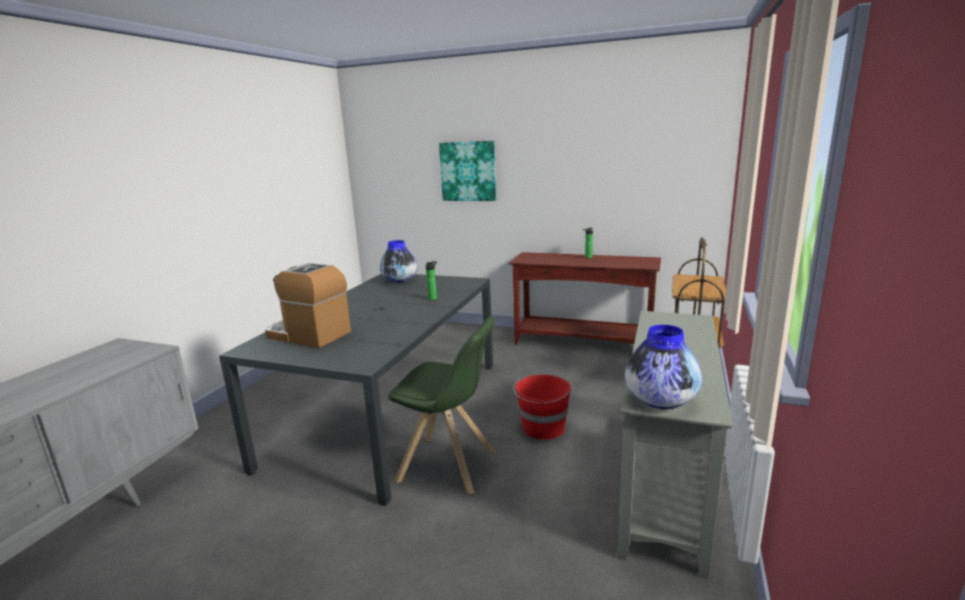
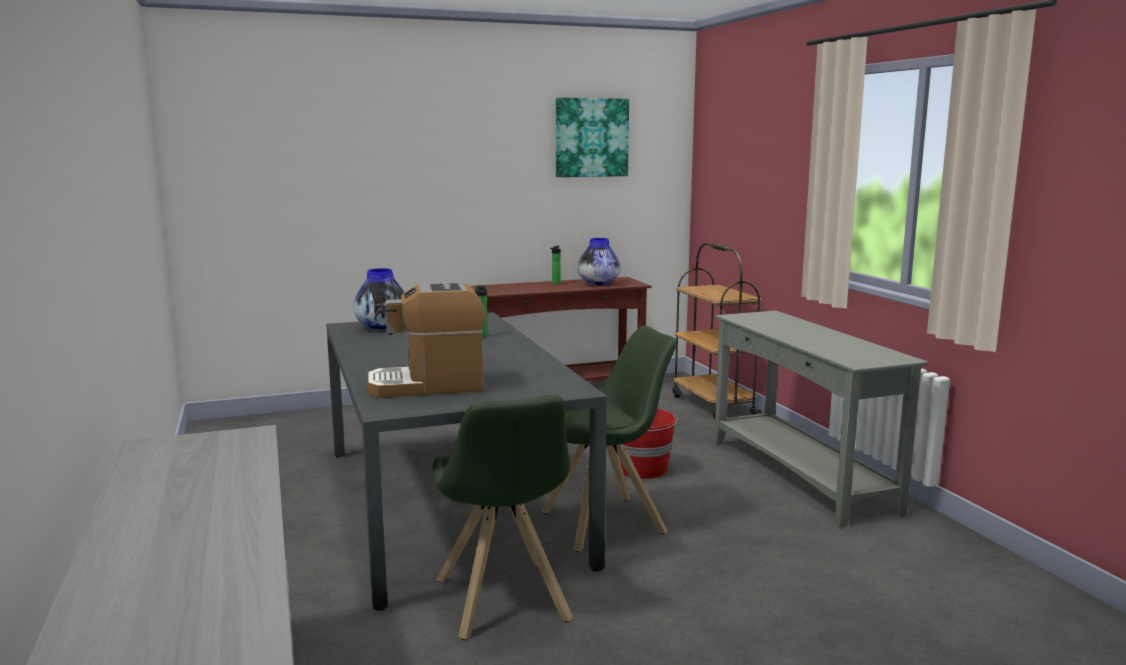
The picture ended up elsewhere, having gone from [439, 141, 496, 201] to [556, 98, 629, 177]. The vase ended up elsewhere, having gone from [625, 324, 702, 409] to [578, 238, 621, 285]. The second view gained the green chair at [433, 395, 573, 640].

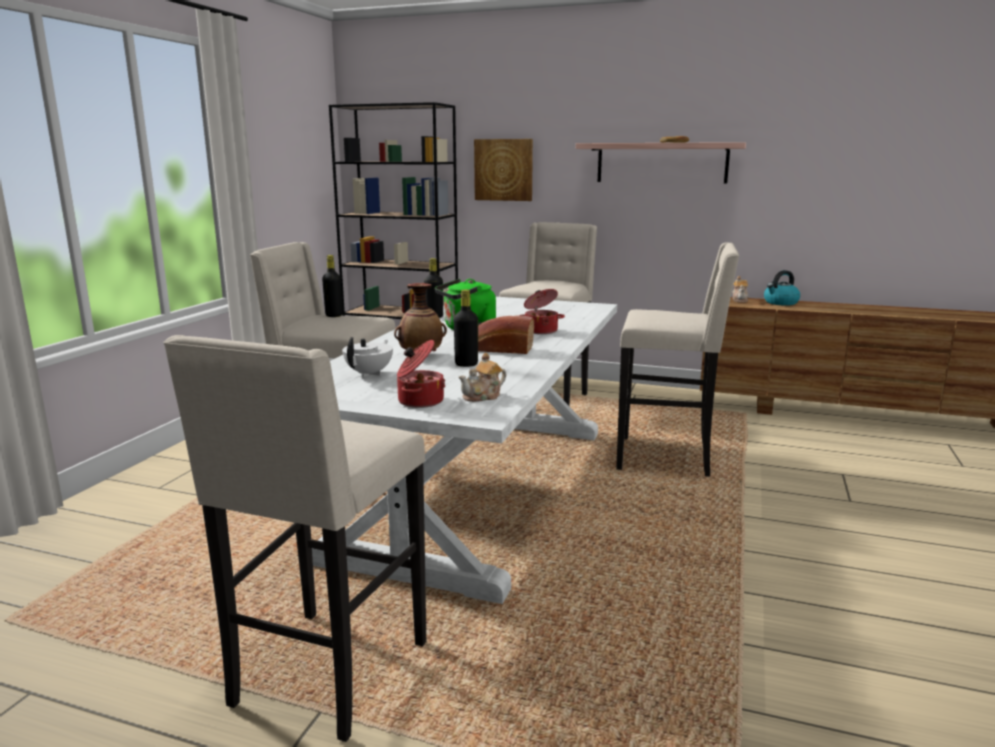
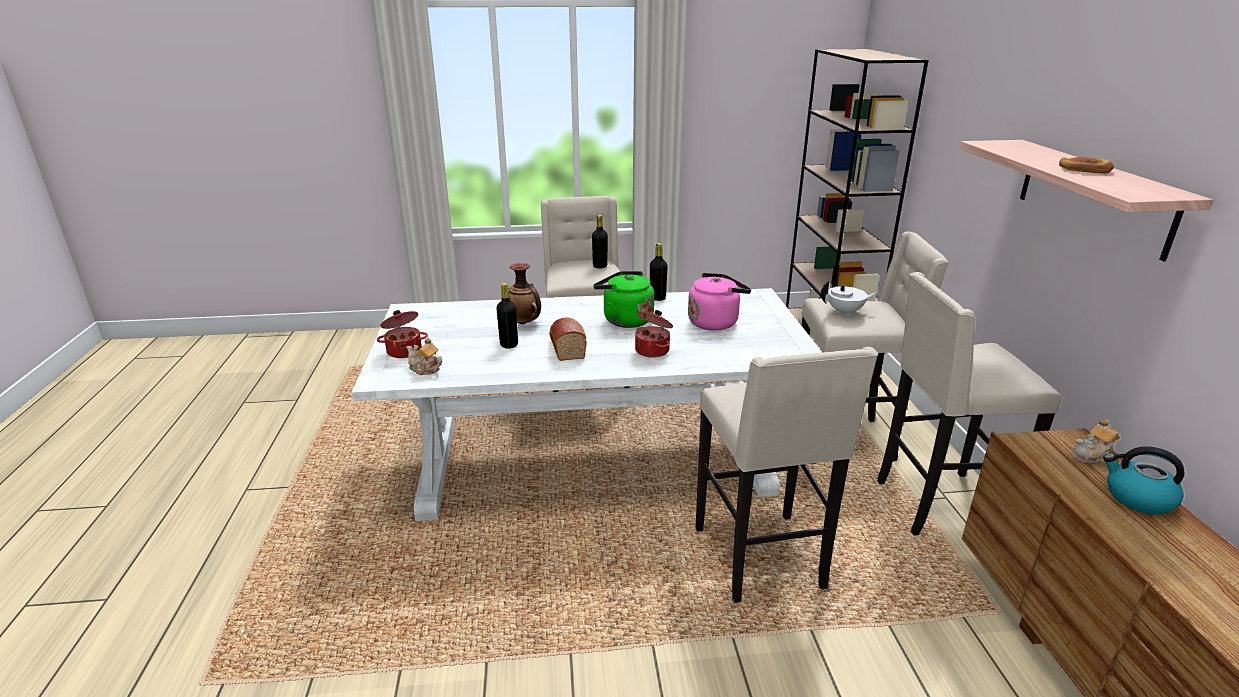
The second view lost the picture at [474, 139, 533, 201]. The beige stool ended up elsewhere, having gone from [163, 335, 426, 742] to [877, 272, 1061, 536]. The white teapot ended up elsewhere, having gone from [342, 337, 393, 377] to [821, 281, 877, 317]. The second view gained the pink kettle at [688, 273, 751, 331].

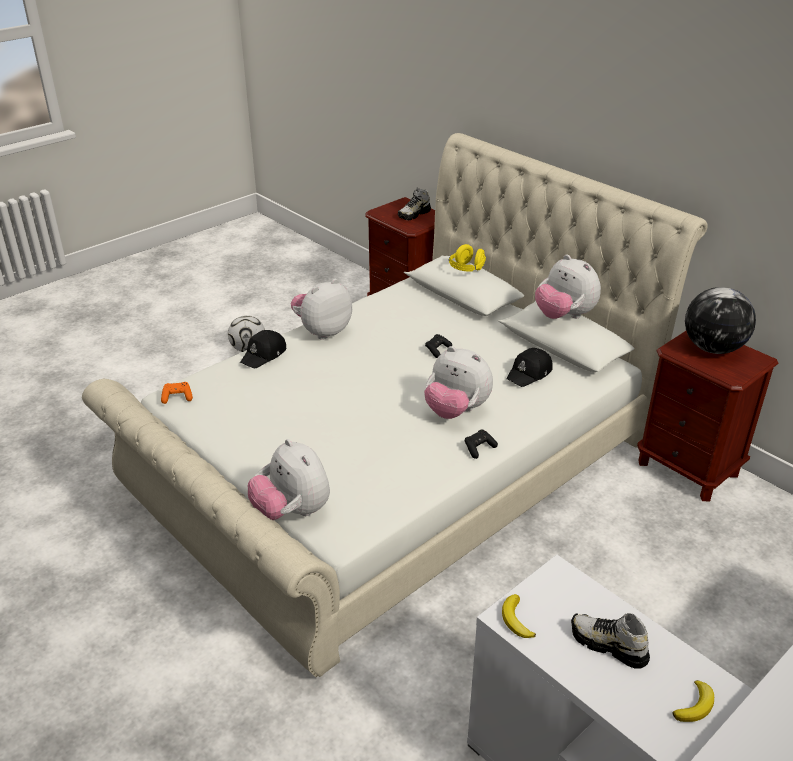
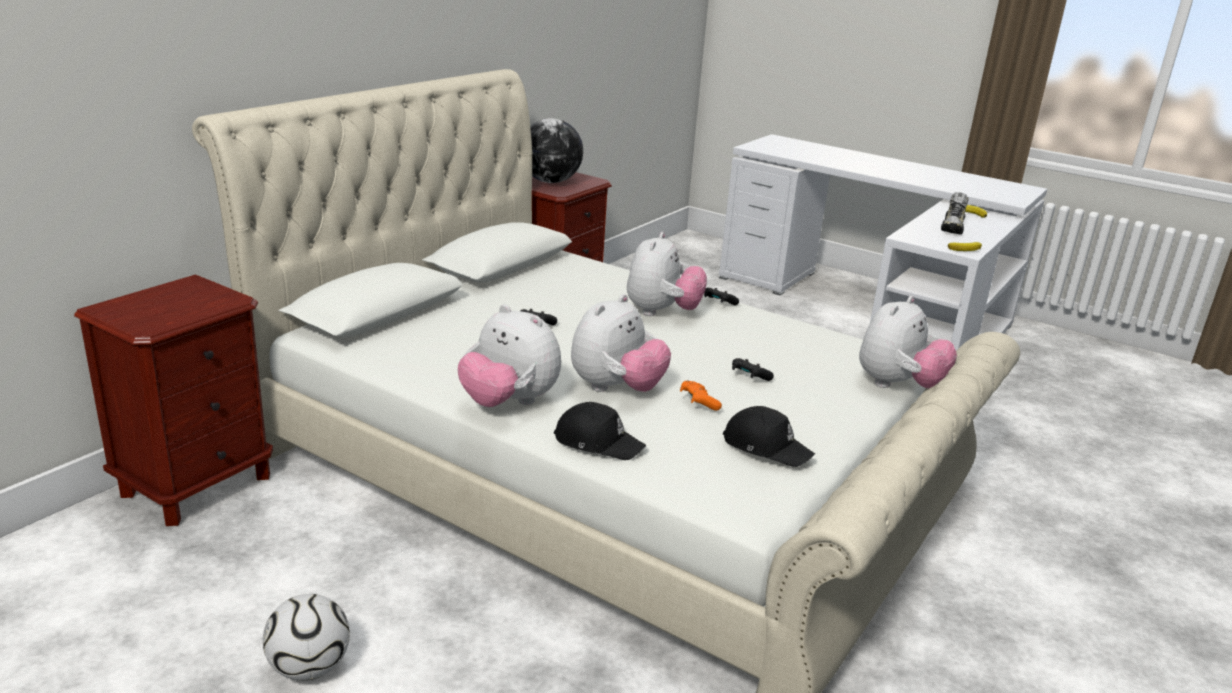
The second view lost the shoe at [398, 188, 431, 220]. The second view lost the yellow headphones at [449, 244, 486, 271]. The plush toy ended up elsewhere, having gone from [535, 254, 601, 319] to [571, 294, 671, 392]. The black cap ended up elsewhere, having gone from [506, 348, 553, 387] to [723, 406, 815, 467]. The orange game controller ended up elsewhere, having gone from [161, 382, 193, 404] to [680, 380, 722, 411]. The second view gained the black game controller at [732, 358, 774, 381].

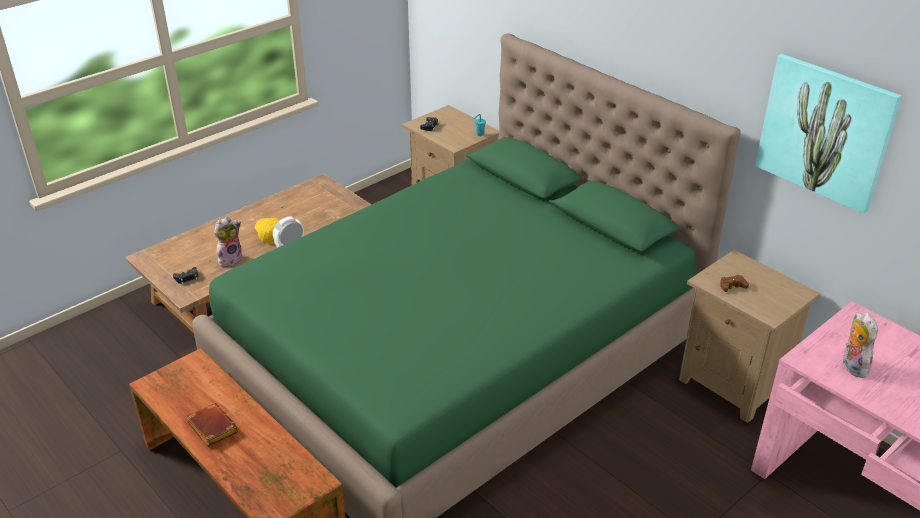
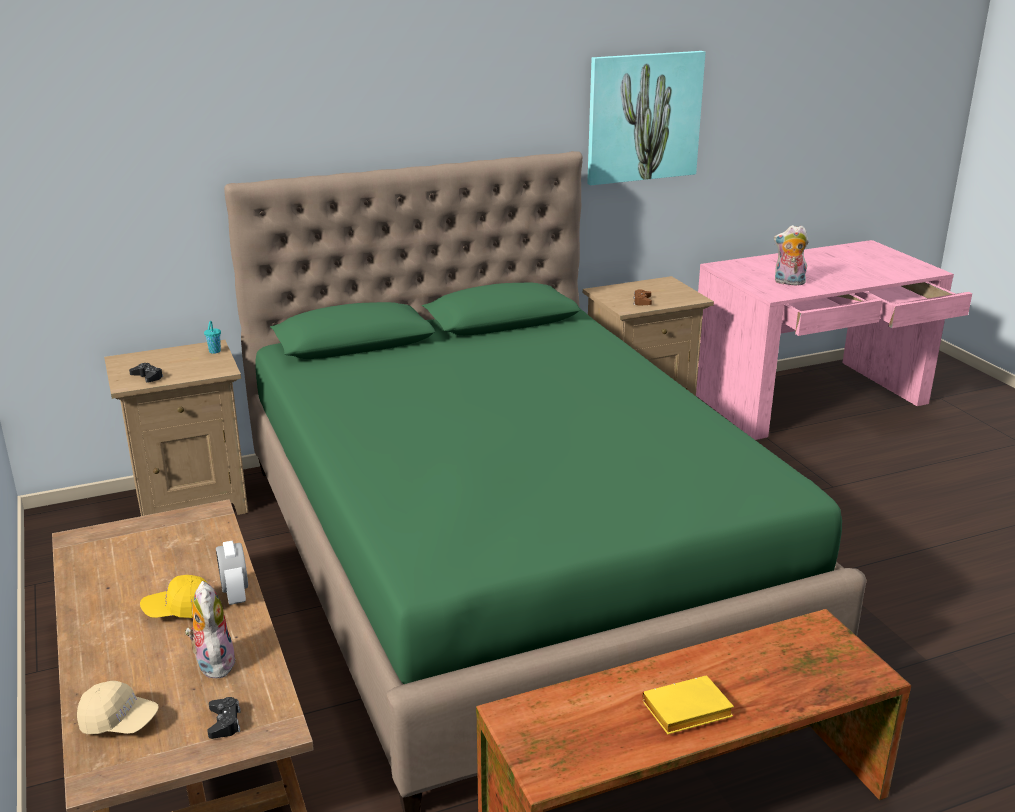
What was the brown book at [186, 403, 238, 447] turned into the yellow book at [642, 676, 734, 734]. The second view gained the beige cap at [77, 681, 159, 735].

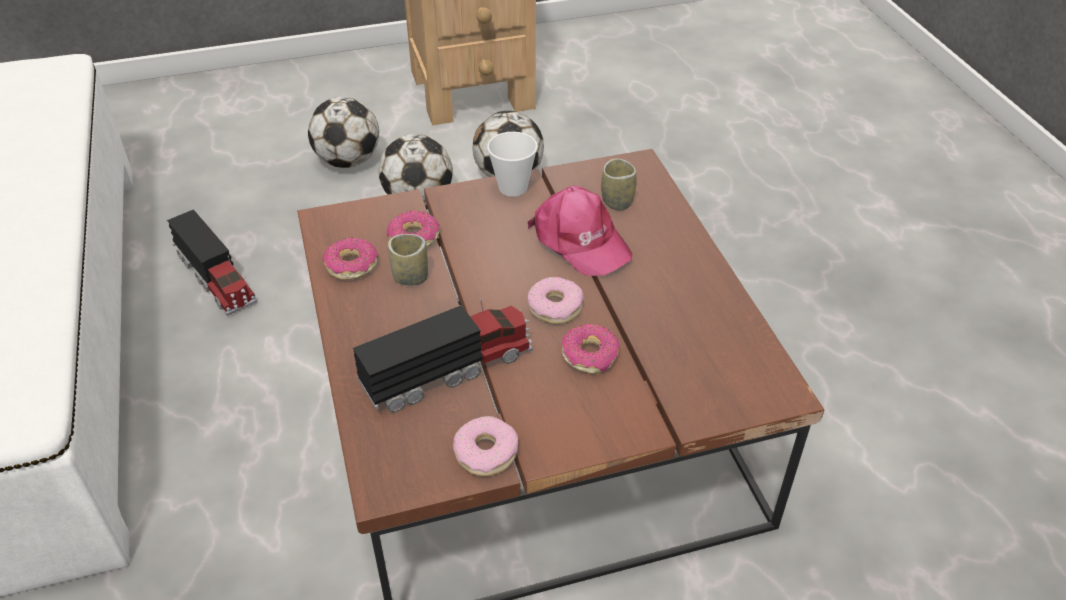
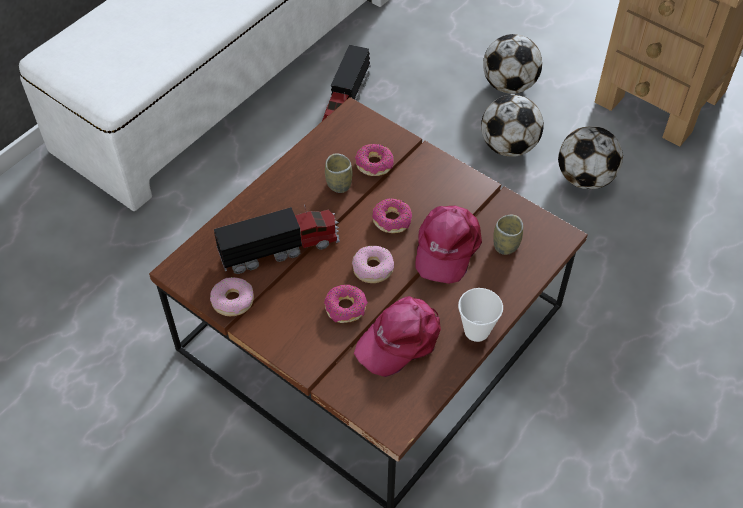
The cup ended up elsewhere, having gone from [487, 132, 538, 197] to [458, 288, 503, 342]. The donut ended up elsewhere, having gone from [322, 237, 378, 280] to [372, 199, 412, 233]. The toy truck at [353, 299, 533, 413] ended up facing another way, 45 degrees counterclockwise from before. The second view gained the pink cap at [354, 296, 441, 377].

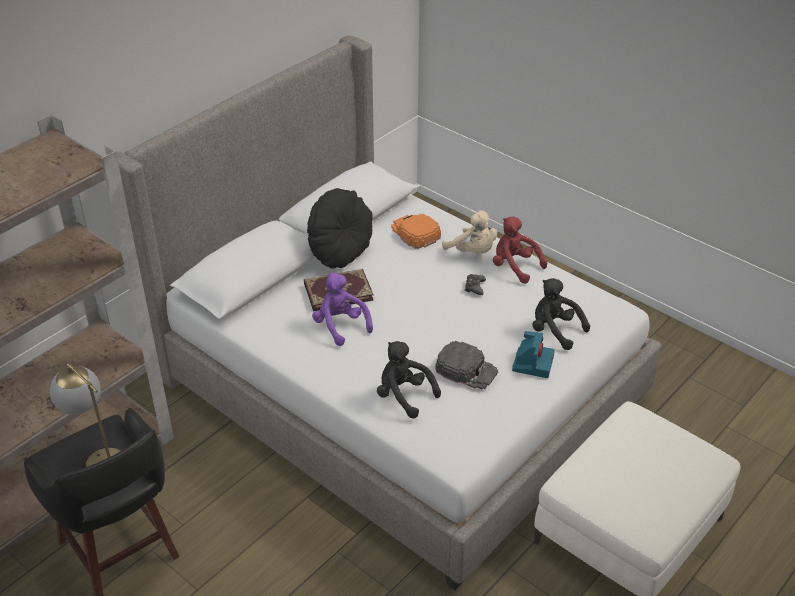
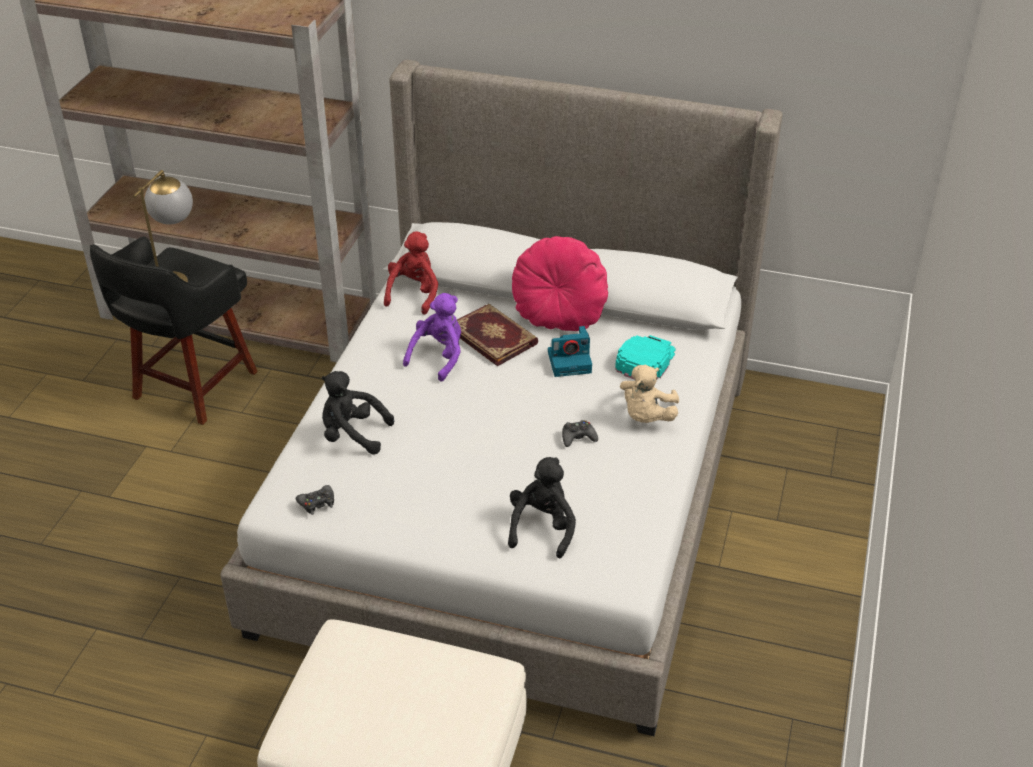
What was the black pillow at [307, 188, 372, 269] turned into the pink pillow at [512, 236, 608, 331]. What was the orange cap at [391, 214, 441, 249] turned into the turquoise cap at [615, 335, 676, 380]. The red plush toy ended up elsewhere, having gone from [493, 217, 547, 284] to [384, 231, 438, 315]. The photo camera ended up elsewhere, having gone from [512, 331, 555, 378] to [548, 326, 592, 377]. The black plush toy at [377, 341, 441, 418] ended up facing another way, 90 degrees counterclockwise from before. The second view lost the black cap at [435, 341, 498, 389]. The second view gained the black game controller at [296, 485, 334, 515].

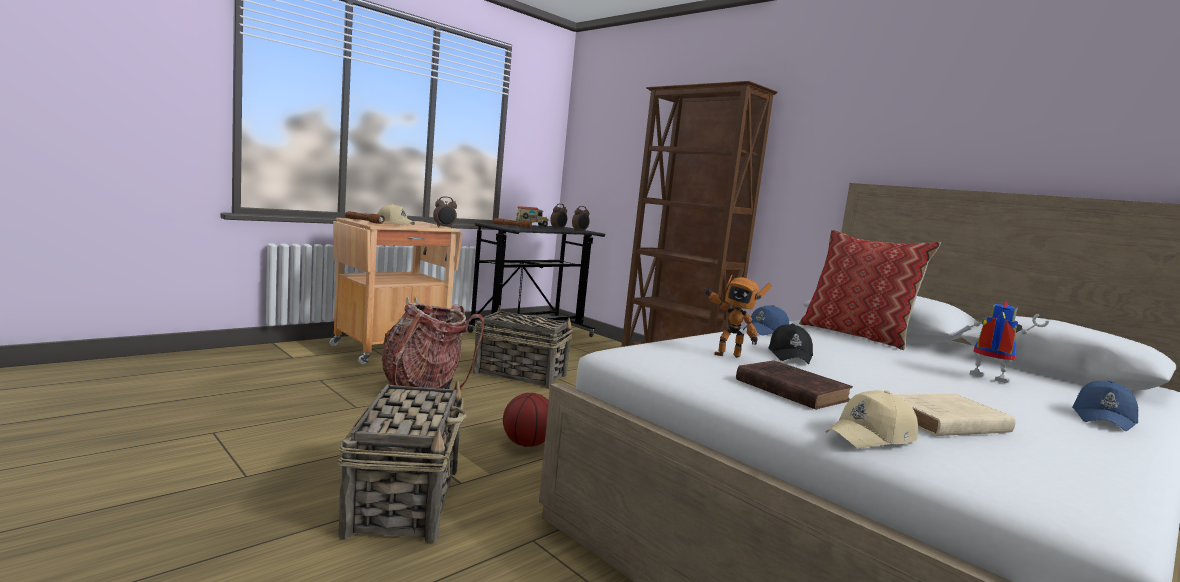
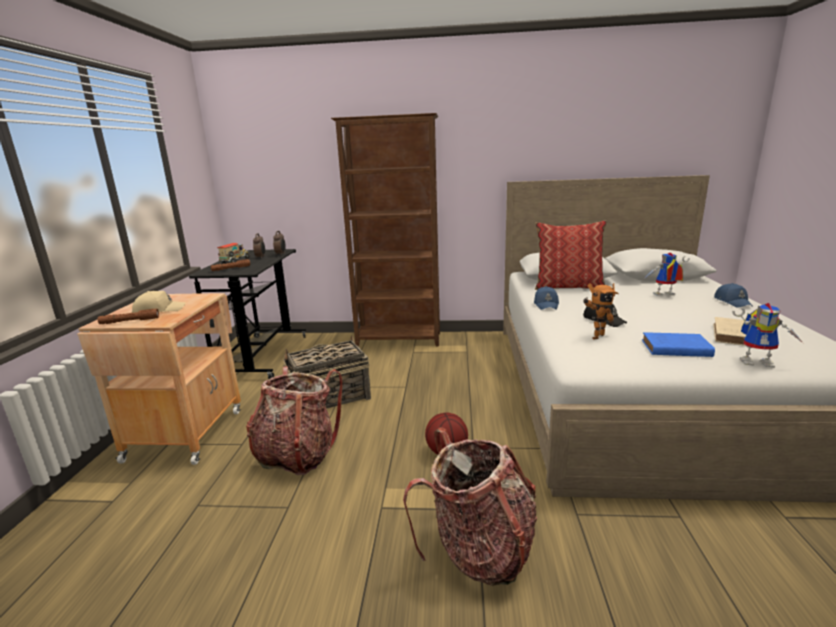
The second view lost the alarm clock at [433, 197, 457, 228]. What was the brown book at [736, 360, 853, 410] turned into the blue book at [642, 332, 715, 357]. Where the basket stood at [338, 380, 467, 543], the backpack came to stand at [403, 427, 537, 586]. Where the beige cap stood at [826, 390, 918, 448], the toy robot came to stand at [732, 303, 803, 368].

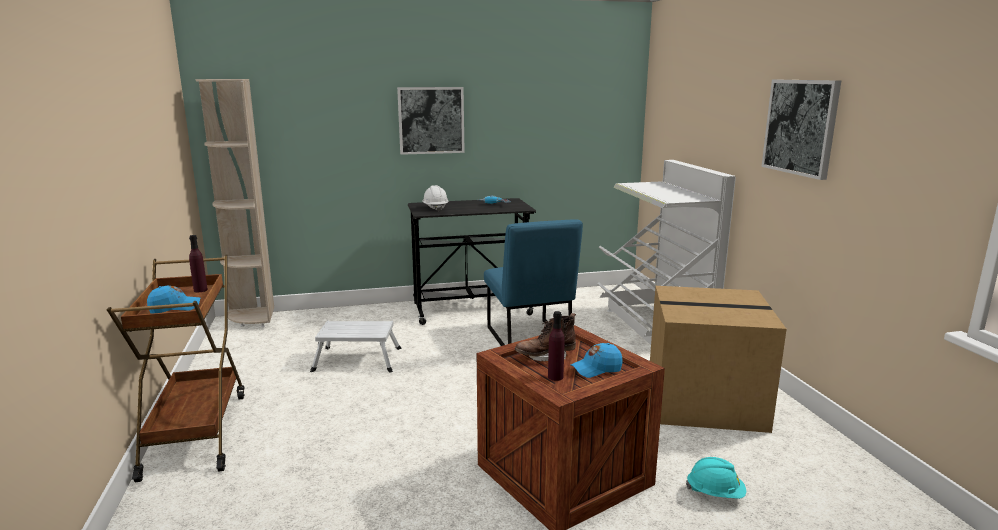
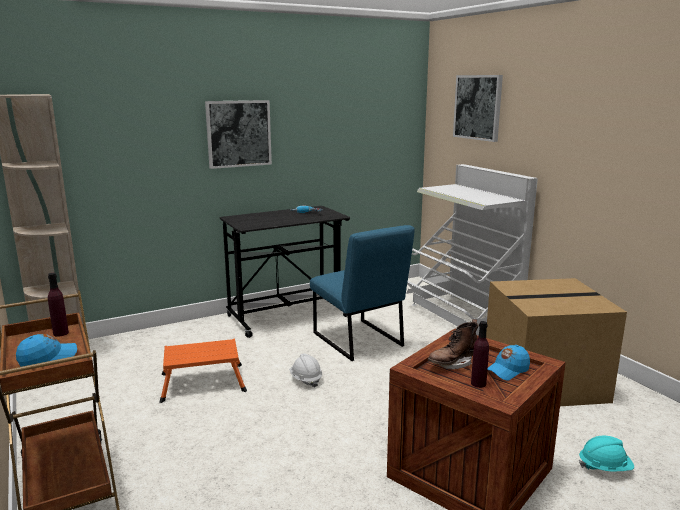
The picture ended up elsewhere, having gone from [761, 80, 841, 180] to [453, 75, 503, 142]. The white hard hat ended up elsewhere, having gone from [422, 185, 449, 212] to [289, 354, 322, 387]. What was the white step ladder at [310, 321, 402, 373] turned into the orange step ladder at [159, 339, 247, 403].

